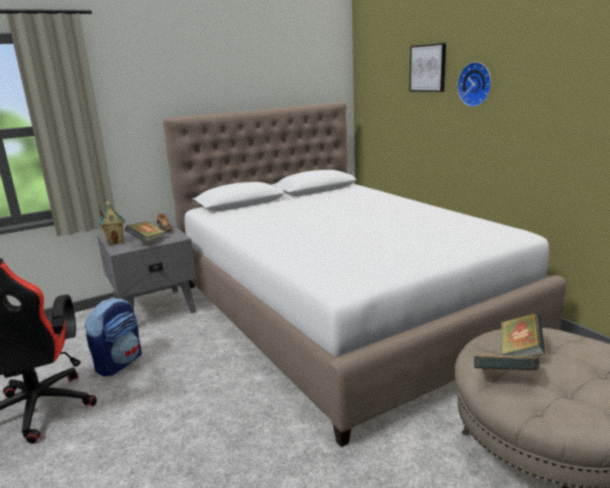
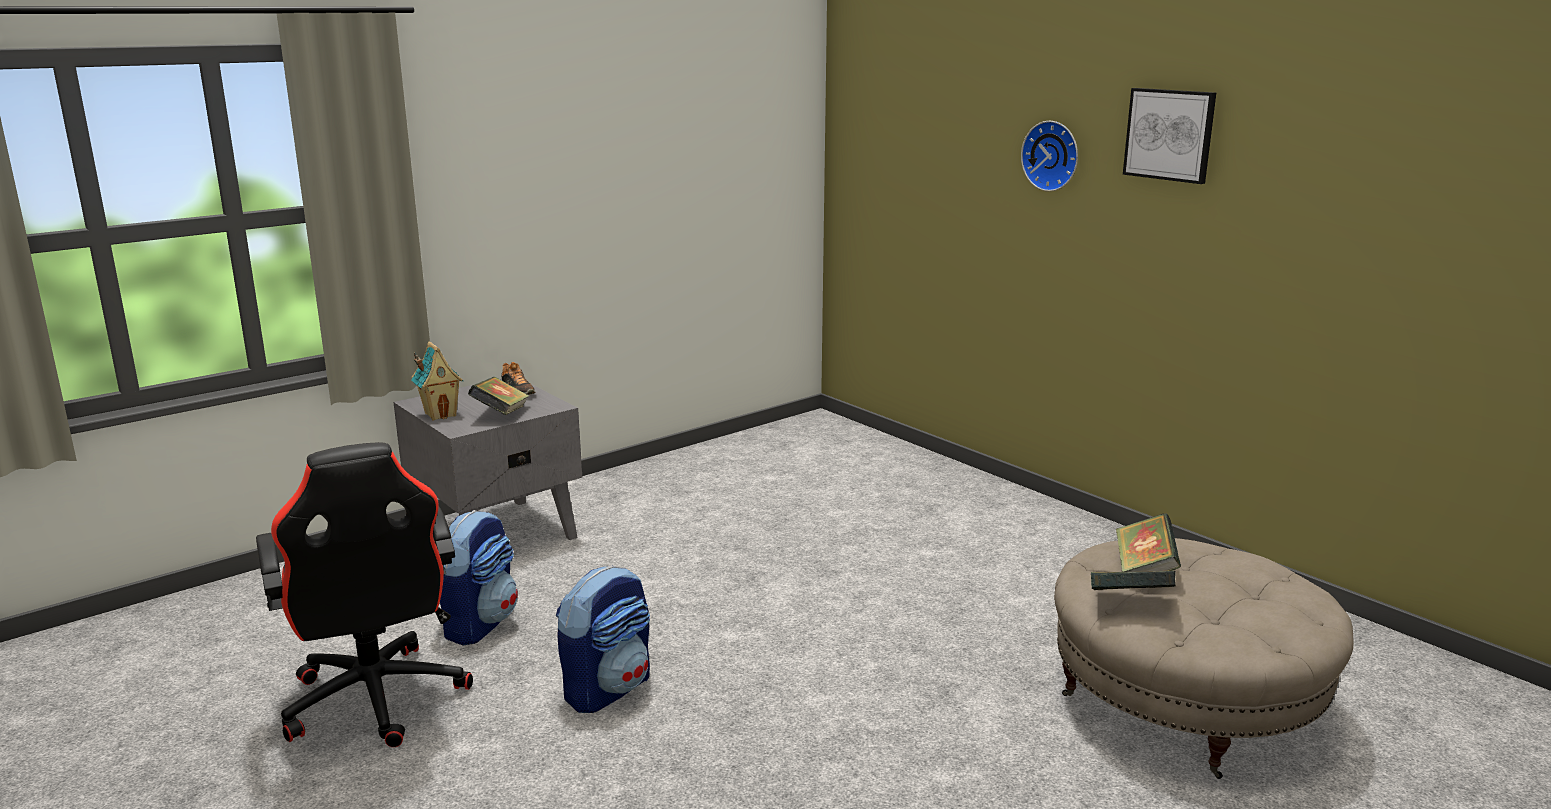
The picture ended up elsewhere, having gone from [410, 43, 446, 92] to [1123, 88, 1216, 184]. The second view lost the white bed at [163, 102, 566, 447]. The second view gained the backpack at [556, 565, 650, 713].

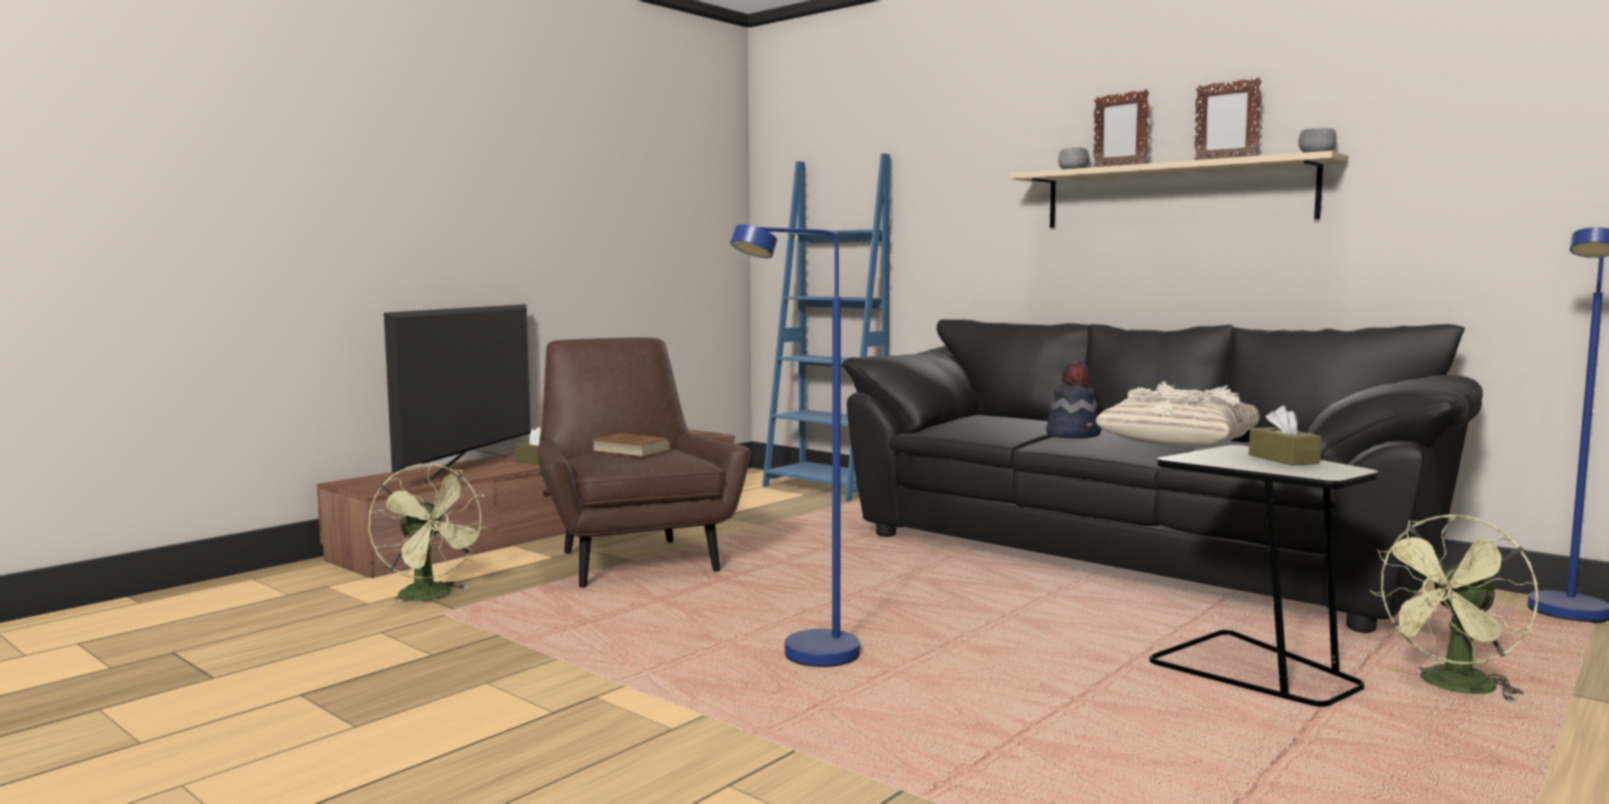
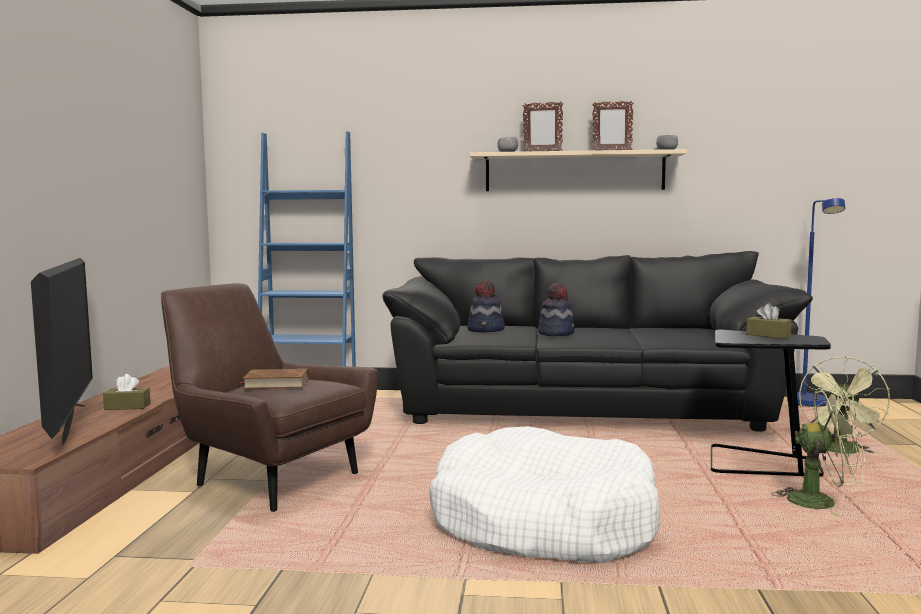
Where the blue floor lamp stood at [730, 224, 860, 667], the white dog bed came to stand at [429, 426, 660, 563]. The second view lost the beige pillow at [1096, 381, 1259, 449]. The green fan ended up elsewhere, having gone from [368, 463, 488, 608] to [771, 387, 865, 517]. The second view gained the hat at [467, 281, 505, 332].

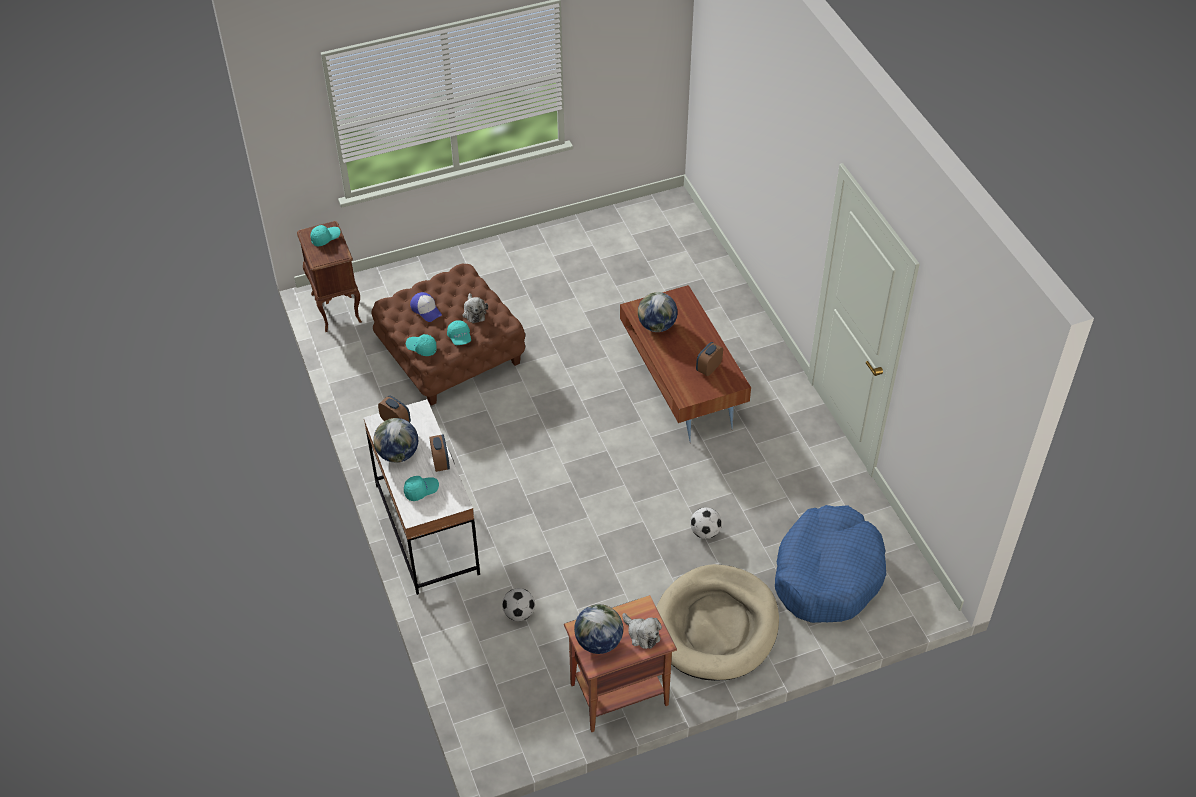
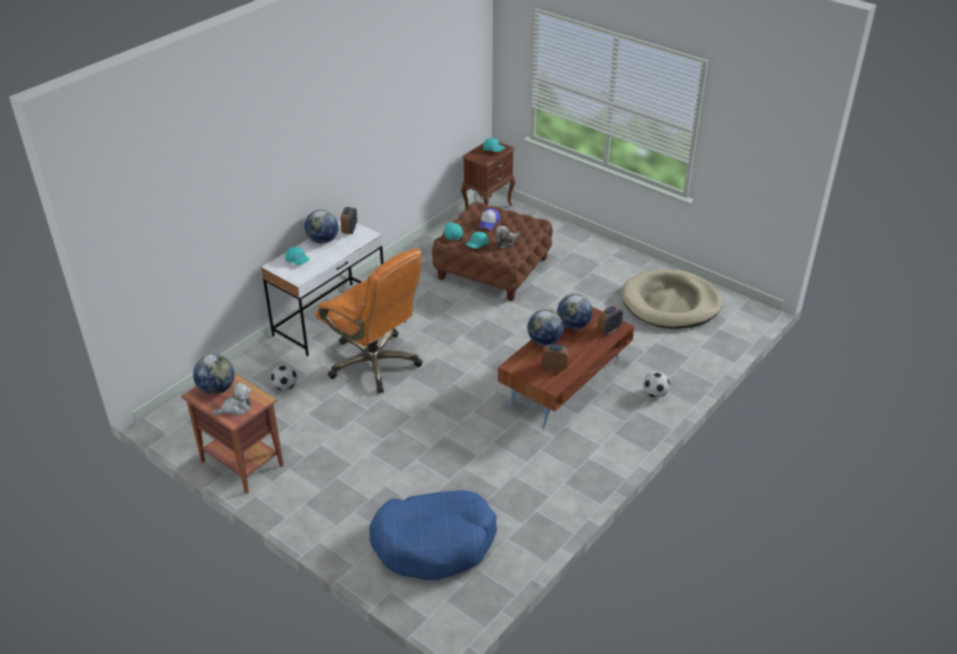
The alarm clock ended up elsewhere, having gone from [429, 434, 450, 472] to [598, 305, 623, 335]. The football ended up elsewhere, having gone from [690, 508, 722, 539] to [643, 372, 670, 398]. The beige dog bed ended up elsewhere, having gone from [656, 564, 779, 681] to [622, 269, 722, 328]. The plush toy at [622, 613, 662, 649] ended up facing another way, 135 degrees counterclockwise from before. The second view gained the orange office chair at [315, 248, 422, 393]. The second view gained the globe at [527, 309, 564, 346].

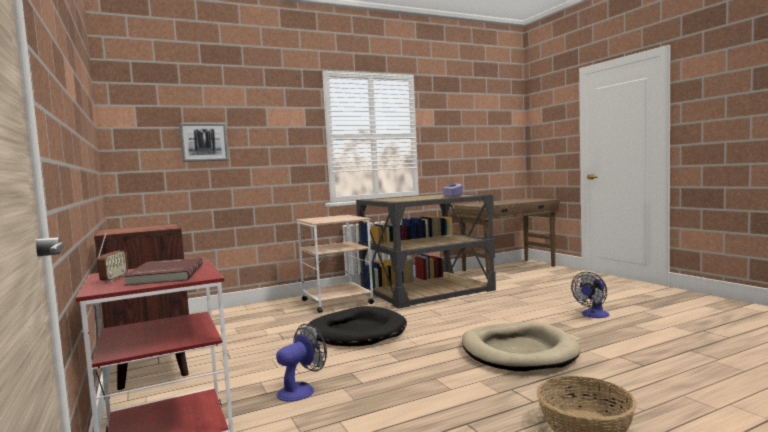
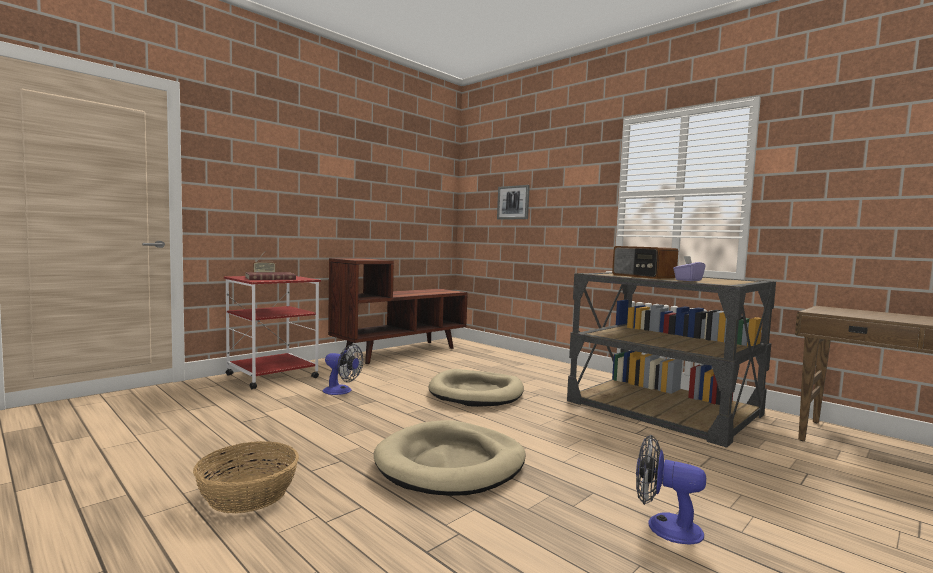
The second view lost the beige cart at [296, 215, 374, 313]. What was the black dog bed at [308, 306, 407, 346] turned into the beige dog bed at [429, 369, 524, 407]. The second view gained the radio at [612, 246, 678, 279].

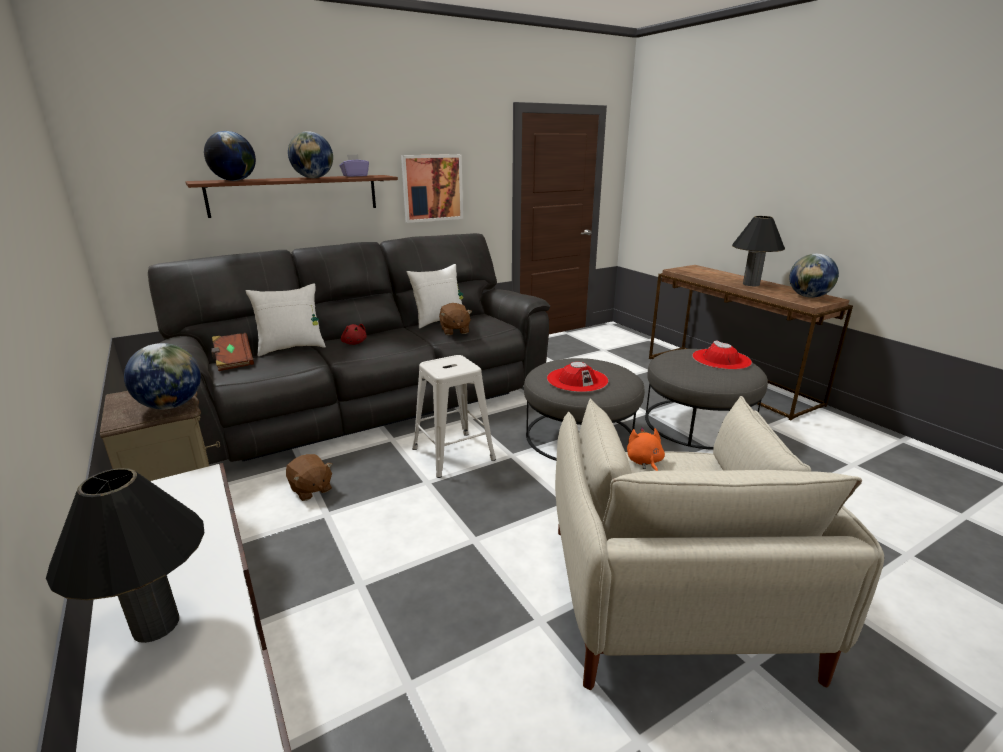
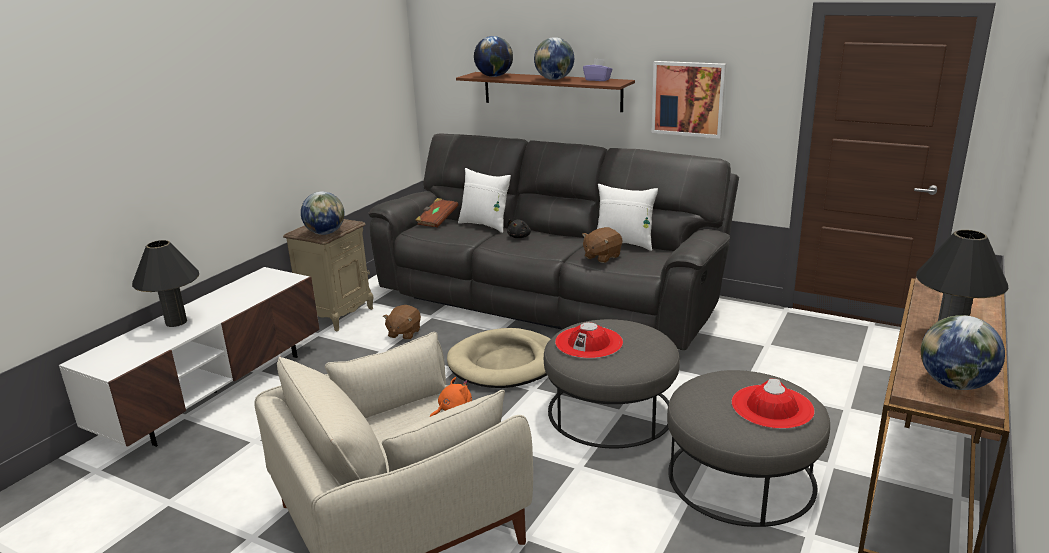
What was the red plush toy at [341, 324, 367, 345] turned into the black plush toy at [507, 219, 531, 238]. Where the white stool stood at [412, 355, 496, 478], the beige dog bed came to stand at [447, 328, 550, 388].

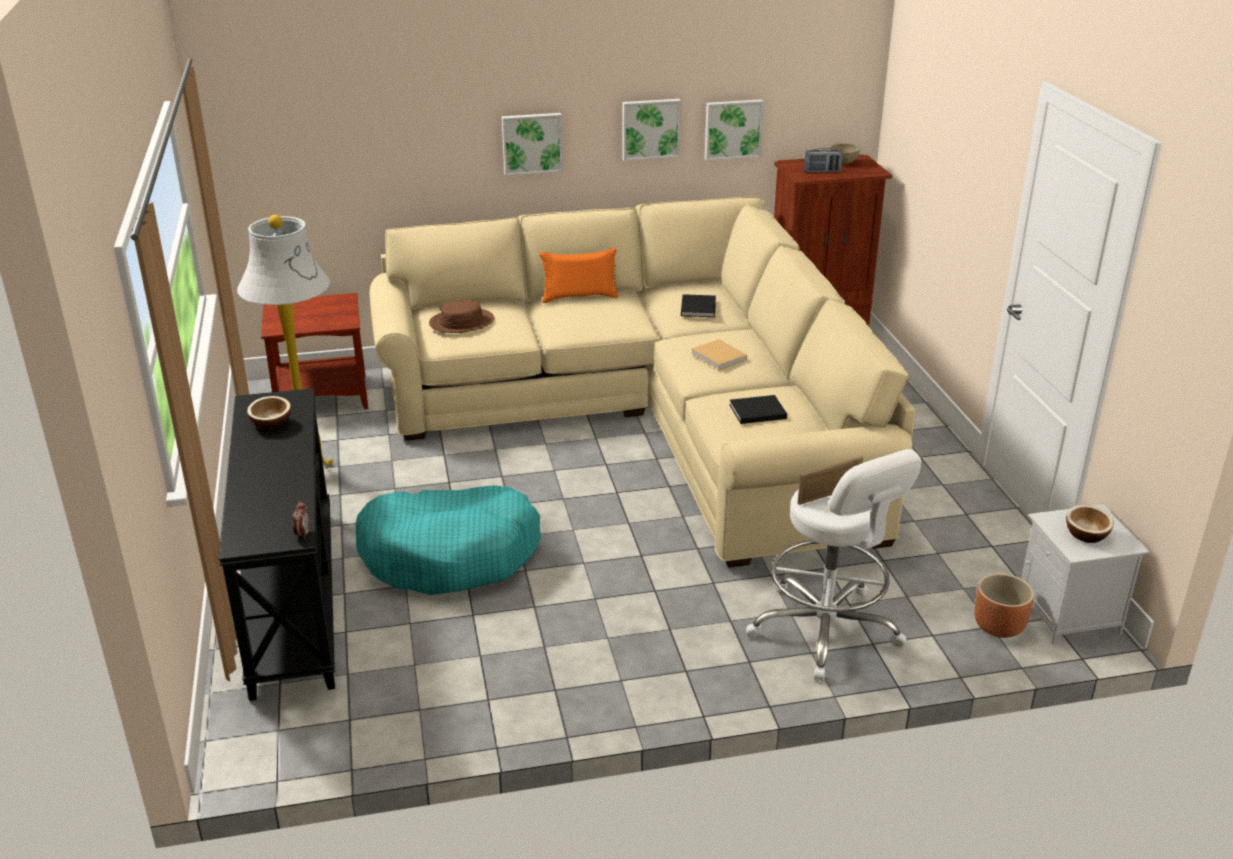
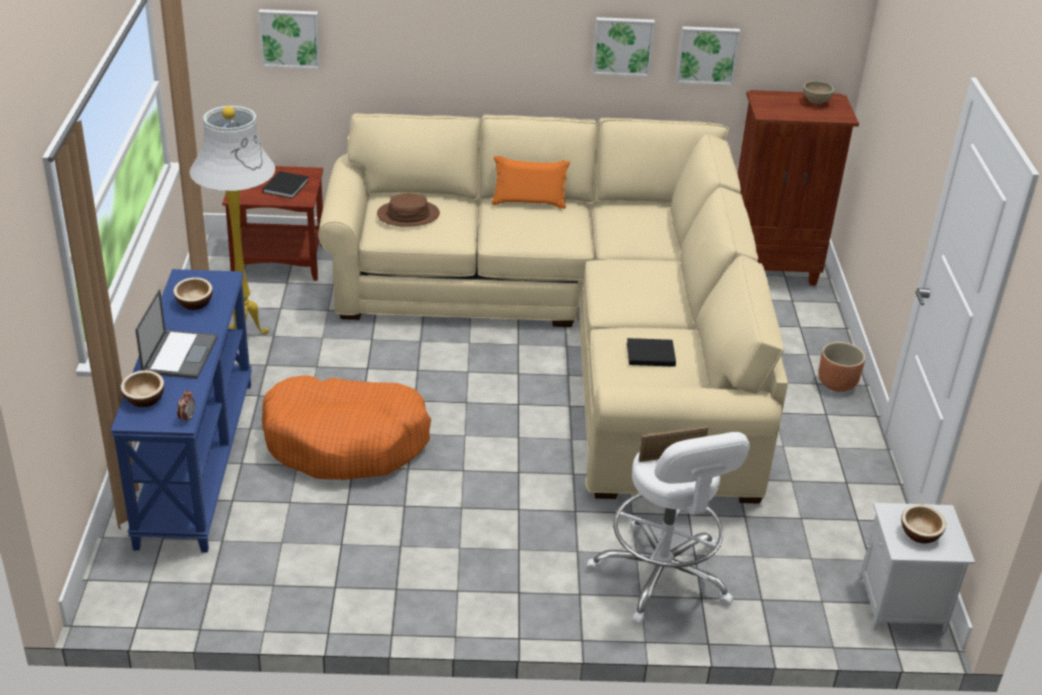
The picture ended up elsewhere, having gone from [502, 113, 563, 176] to [258, 9, 320, 69]. The second view lost the radio at [804, 148, 843, 173]. The black book ended up elsewhere, having gone from [681, 294, 716, 317] to [263, 171, 309, 199]. The second view lost the beige book at [691, 339, 747, 370]. What was the black console table at [218, 388, 335, 701] turned into the blue console table at [110, 269, 252, 553]. What was the turquoise dog bed at [355, 485, 541, 595] turned into the orange dog bed at [262, 375, 431, 480]. The brown planter ended up elsewhere, having gone from [974, 573, 1034, 638] to [819, 342, 865, 392]. The second view gained the laptop at [135, 289, 218, 379]. The second view gained the bowl at [121, 370, 164, 407].

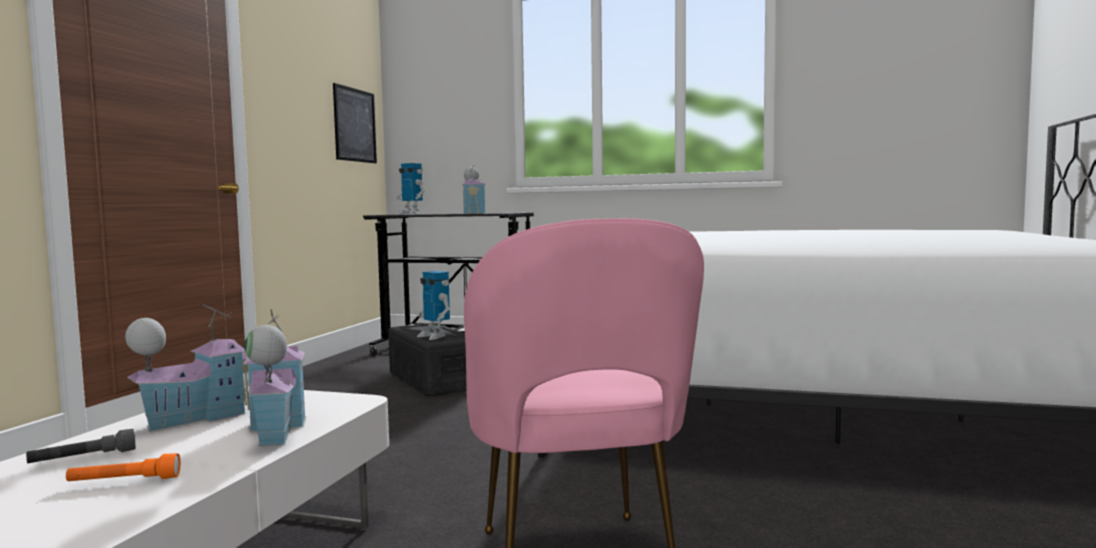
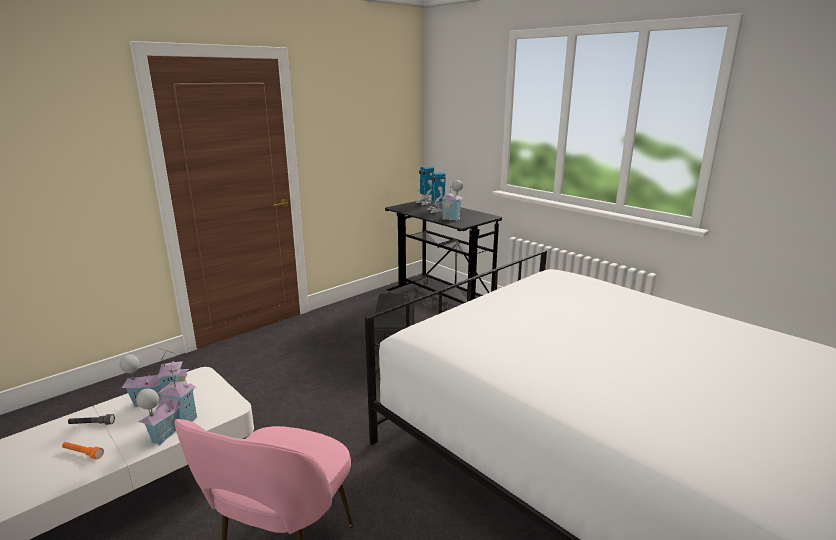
The second view lost the picture at [333, 83, 377, 163]. The toy robot ended up elsewhere, having gone from [417, 271, 450, 340] to [427, 172, 446, 213].

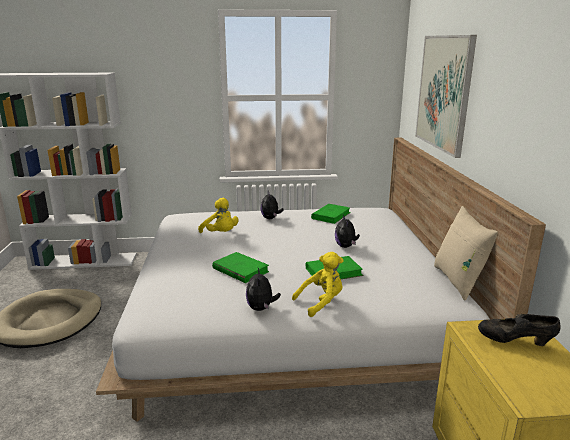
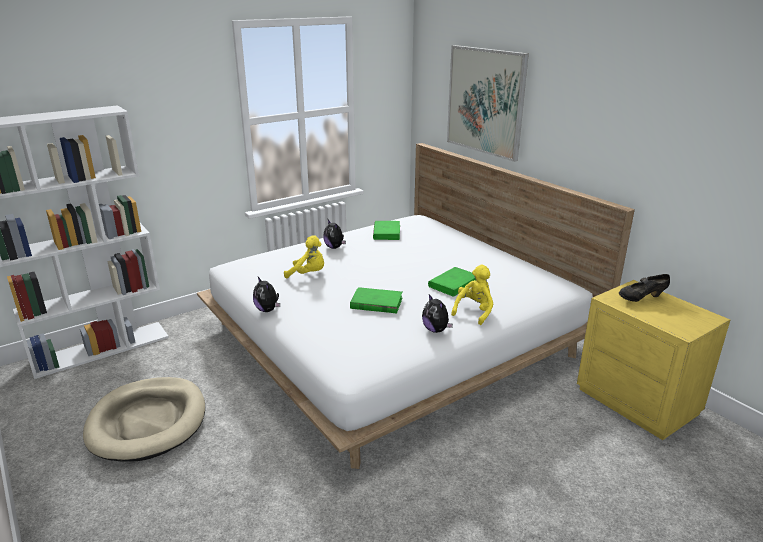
The second view lost the beige pillow at [434, 206, 498, 300]. The plush toy ended up elsewhere, having gone from [335, 215, 360, 248] to [253, 277, 280, 312].

